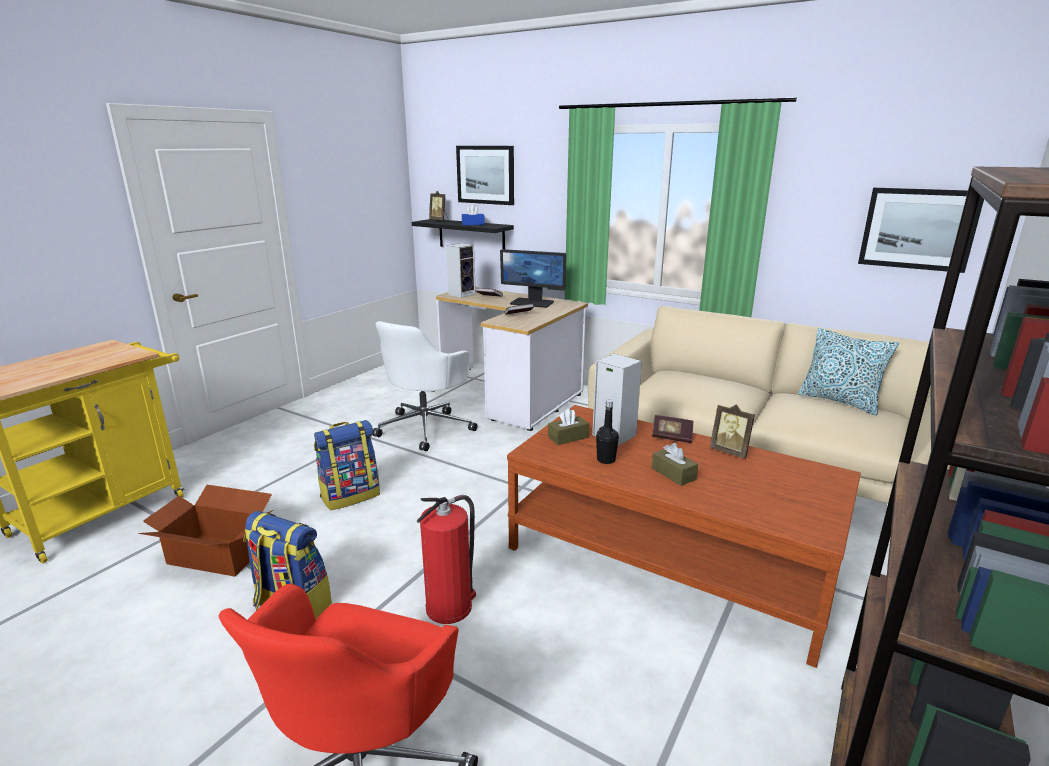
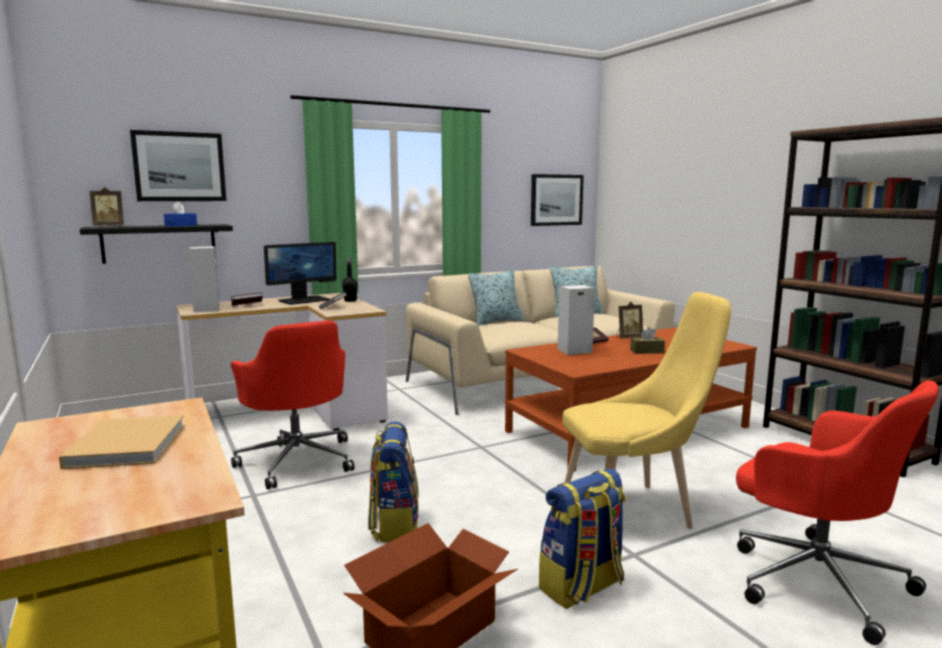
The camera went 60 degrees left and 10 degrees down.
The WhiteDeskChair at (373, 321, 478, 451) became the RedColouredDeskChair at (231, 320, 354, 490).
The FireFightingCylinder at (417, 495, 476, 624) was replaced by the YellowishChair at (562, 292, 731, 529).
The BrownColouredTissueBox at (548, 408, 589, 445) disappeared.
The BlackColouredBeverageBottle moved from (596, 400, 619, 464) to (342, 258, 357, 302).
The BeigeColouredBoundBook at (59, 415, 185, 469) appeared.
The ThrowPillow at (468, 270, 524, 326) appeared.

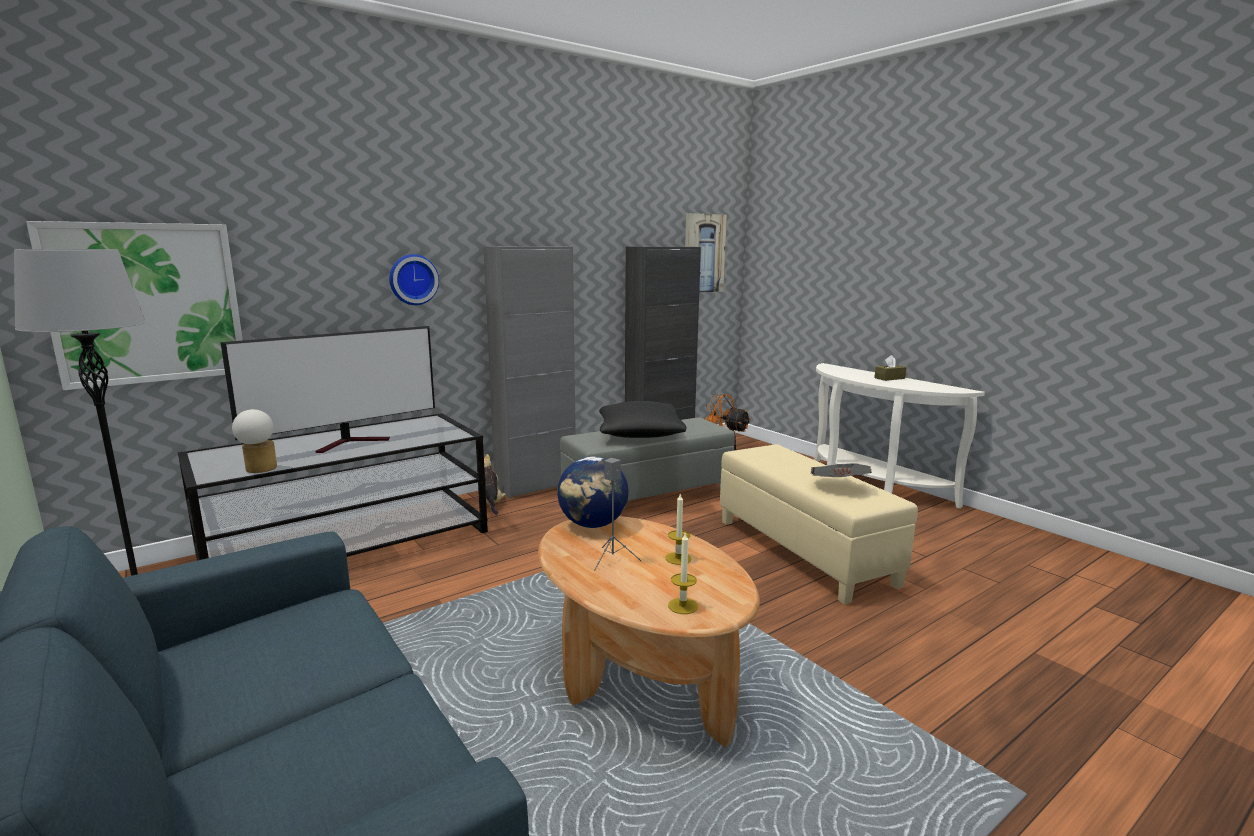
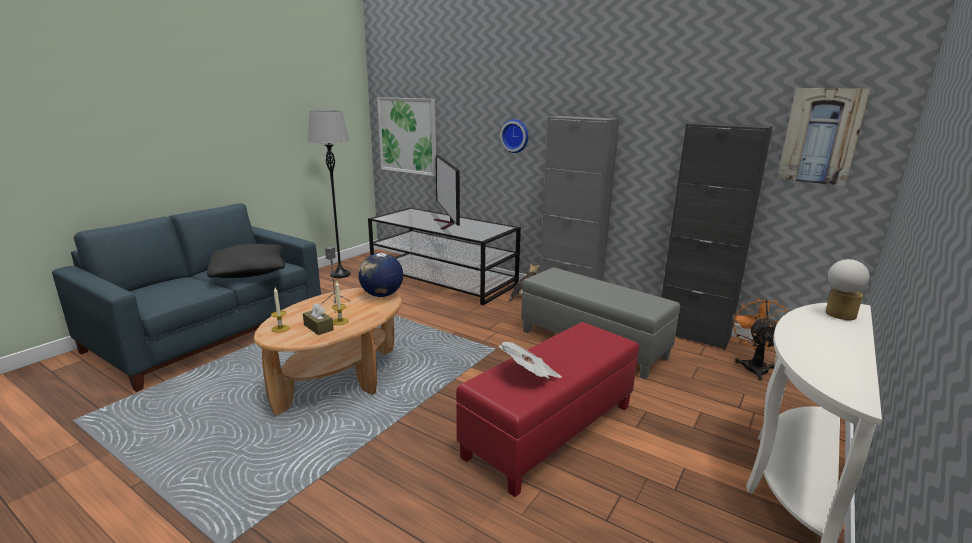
The camera went 70 degrees right and 5 degrees up.
The Television at (221, 326, 435, 453) turned 45 degrees clockwise.
The TabletopLamp moved from (232, 409, 277, 473) to (826, 259, 869, 320).
The BlackColouredThrowPillow moved from (599, 401, 686, 438) to (207, 244, 285, 278).
The BeigeColouredFootrest at (720, 444, 918, 605) became the RedColouredFootrest at (456, 322, 639, 497).
The BrownColouredTissueBox moved from (874, 355, 907, 381) to (303, 303, 334, 335).

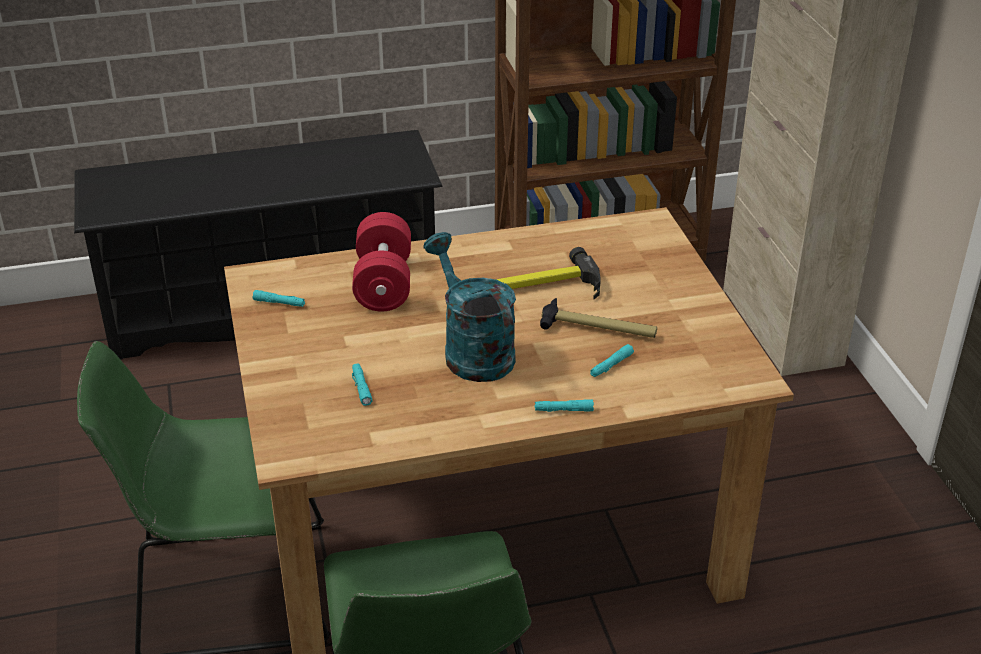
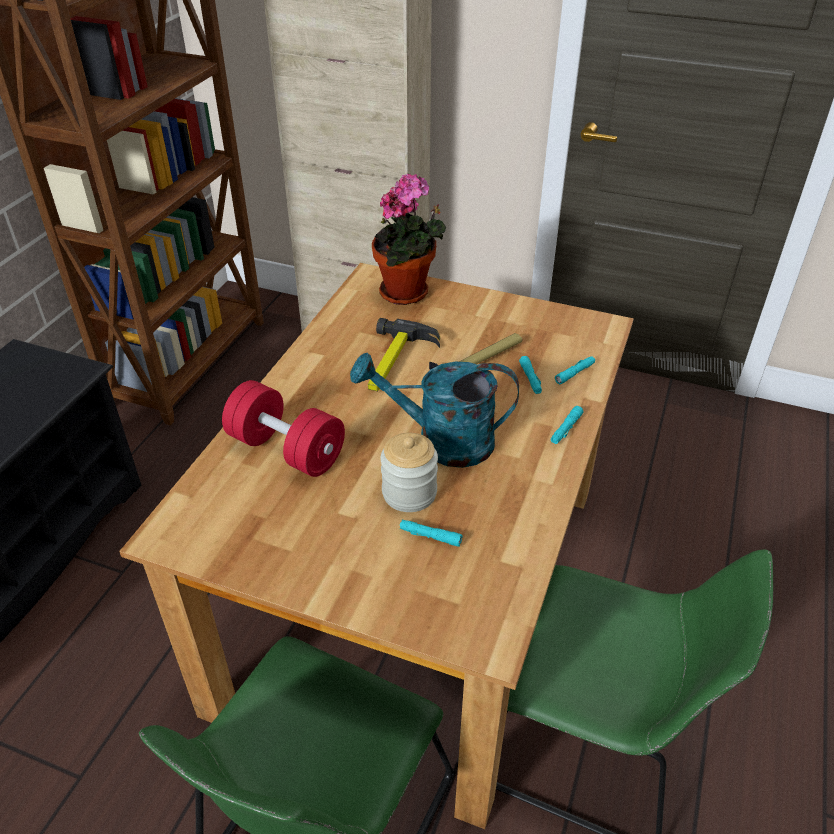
The camera went 55 degrees left and 5 degrees up.
The BlueGreenHandTorch moved from (252, 290, 305, 307) to (555, 356, 595, 384).
The PottedPlant at (372, 174, 446, 305) appeared.
The StorageJar at (380, 433, 438, 512) appeared.

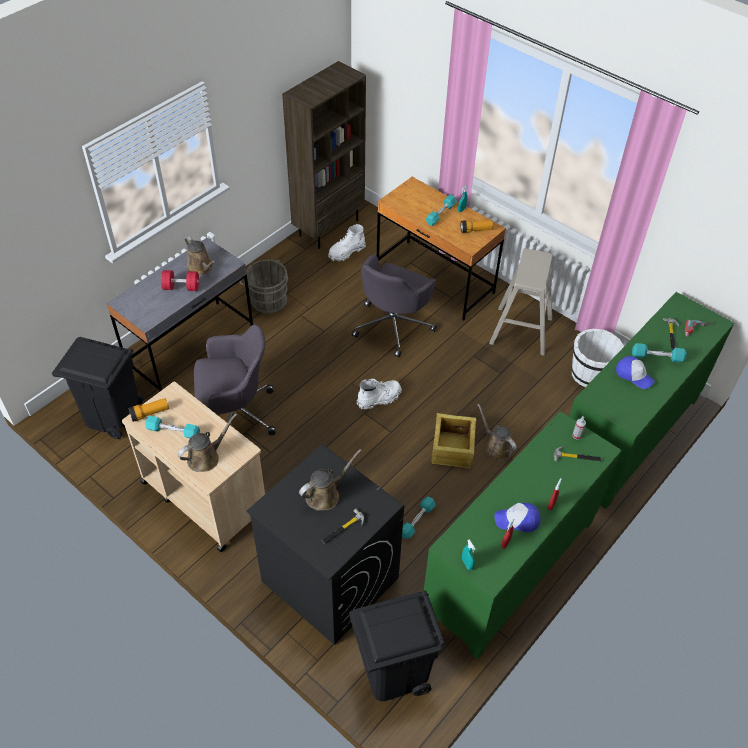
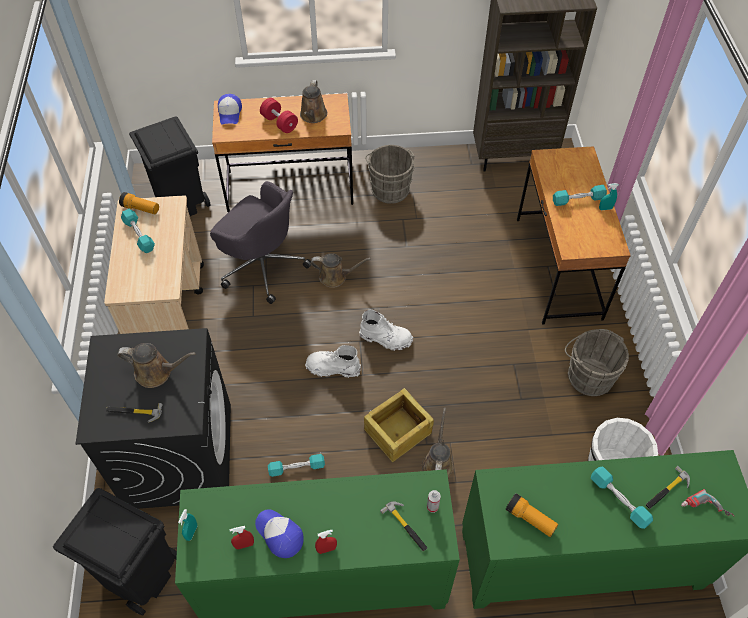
The camera went 45 degrees right and 5 degrees up.
The GrayDeskUnit at (106, 238, 253, 392) became the BrownColouredDeskUnit at (212, 93, 353, 212).
The BrownColouredSprinklingCan moved from (178, 414, 237, 472) to (310, 253, 371, 288).
The WhiteHighTopBoot moved from (328, 224, 366, 262) to (305, 345, 361, 378).
The GrayDeskChair at (352, 254, 437, 358) disappeared.
The HandTorch moved from (460, 220, 493, 233) to (506, 493, 558, 537).
The BeigeColouredSittingStool at (489, 248, 553, 356) was replaced by the GrayBucket at (565, 329, 629, 396).
The PeakedCap moved from (616, 356, 655, 389) to (218, 94, 242, 125).

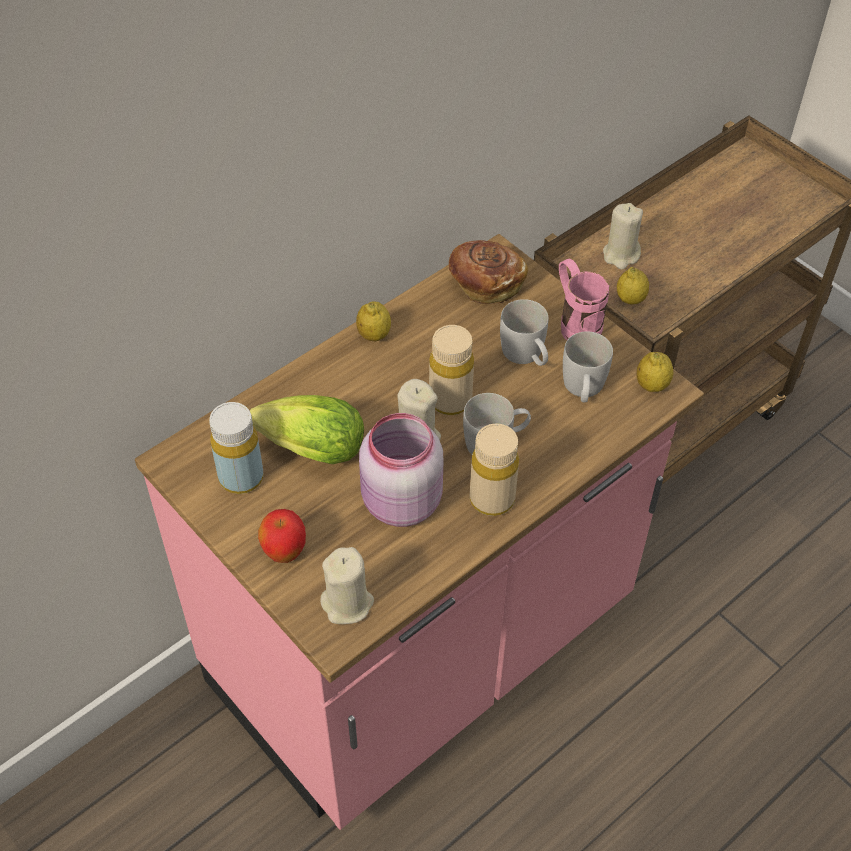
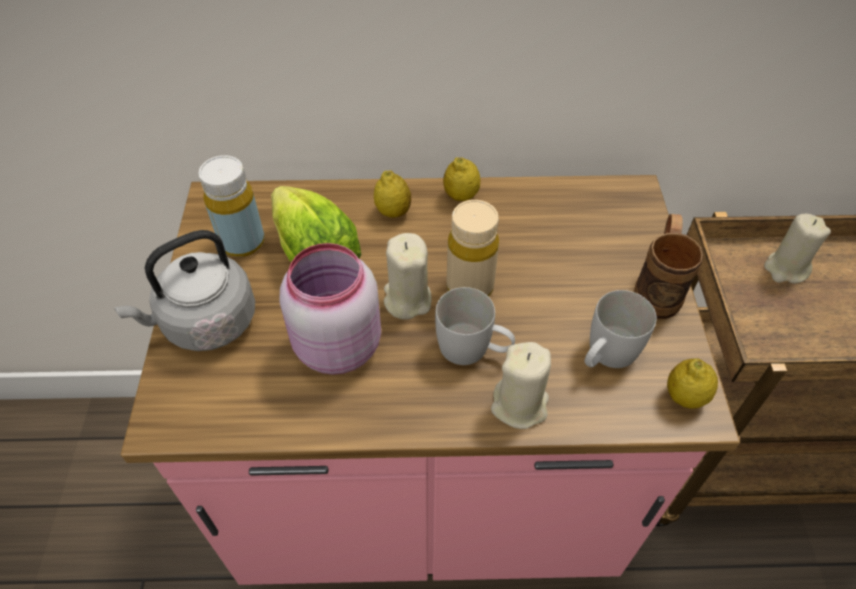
The camera went 40 degrees right and 0 degrees up.
The AppleFruit at (258, 509, 306, 563) was replaced by the GrayTeaKettle at (114, 230, 255, 351).
The BeigeColouredCandle moved from (320, 547, 374, 624) to (491, 342, 551, 429).
The BakedBread at (449, 240, 528, 304) disappeared.
The BeigeColouredBeverageBottle at (470, 424, 519, 516) disappeared.
The WhiteCoffeeMug at (500, 299, 549, 366) disappeared.
The PinkishCoffeeMug at (559, 258, 609, 340) became the BrownColouredCoffeeMug at (634, 214, 703, 319).
The CitrusFruit moved from (617, 267, 649, 304) to (374, 170, 411, 218).

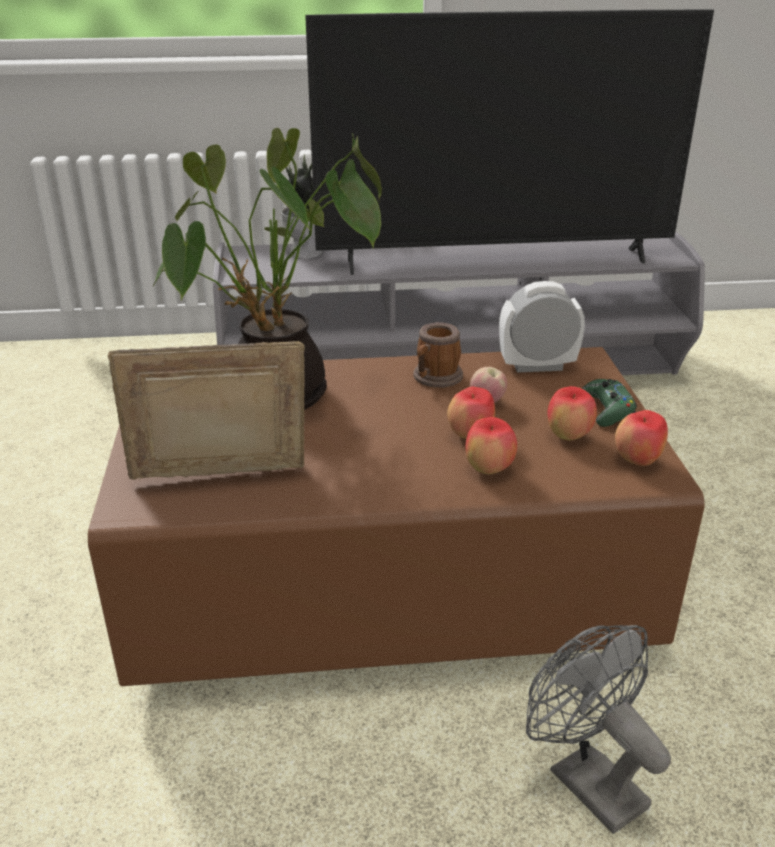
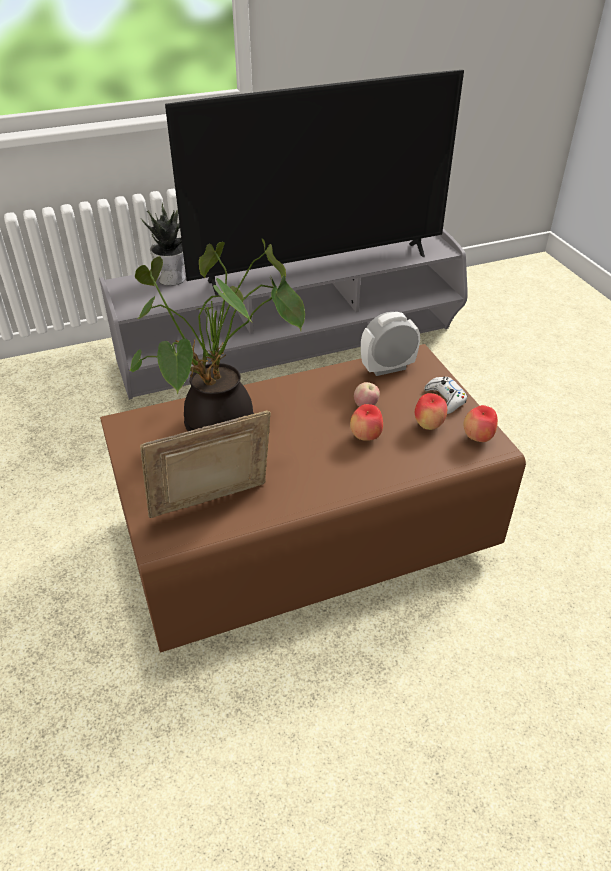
The camera went 15 degrees left and 10 degrees up.
The CoffeeMug at (413, 322, 463, 388) disappeared.
The AppleFruit at (466, 417, 517, 474) disappeared.
The GrayFan at (526, 625, 671, 834) disappeared.
The GreenishGameController at (582, 379, 637, 427) became the WhiteGameController at (424, 377, 467, 414).

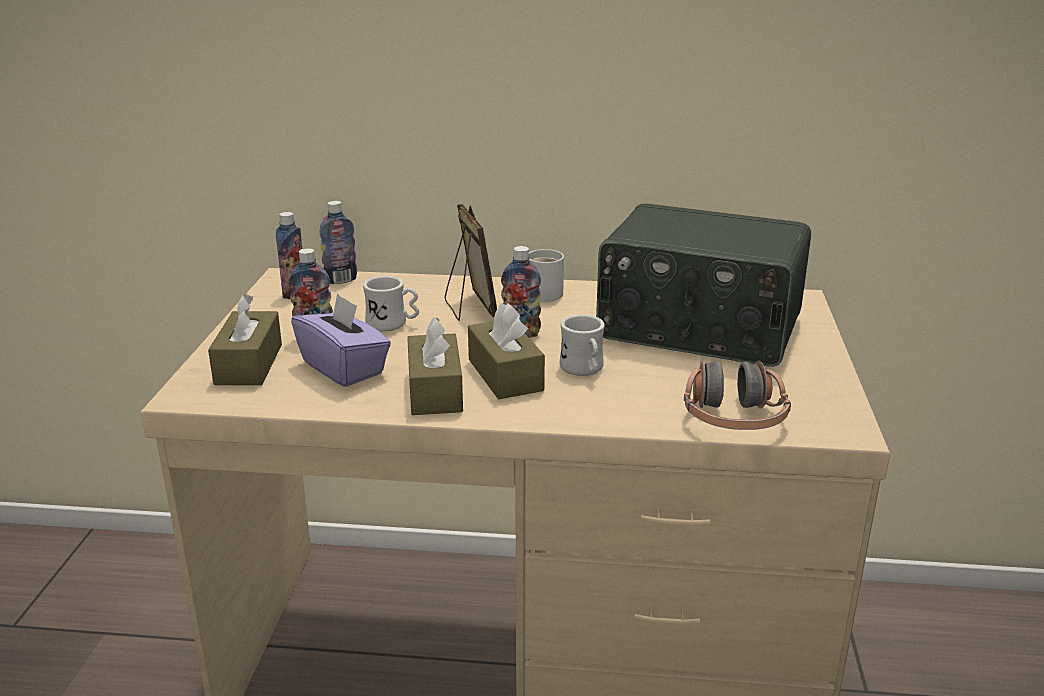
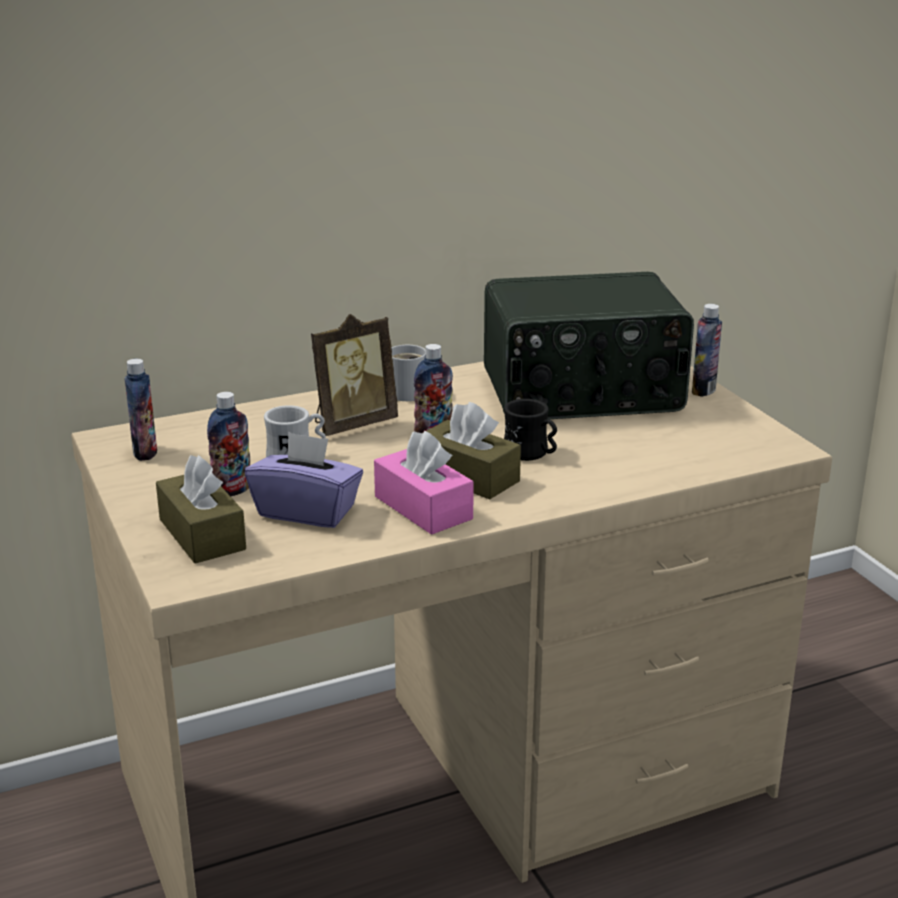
The camera went 30 degrees left and 0 degrees up.
The BeverageBottle moved from (319, 201, 357, 284) to (692, 304, 722, 397).
The BrownColouredTissueBox at (407, 317, 463, 415) became the PinkishTissueBox at (374, 431, 474, 535).
The PictureFrame at (445, 204, 497, 321) turned 105 degrees clockwise.
The WhiteCoffeeMug at (559, 314, 605, 376) became the BlackColouredCoffeeMug at (504, 399, 557, 461).
The Headset at (684, 360, 791, 430) disappeared.

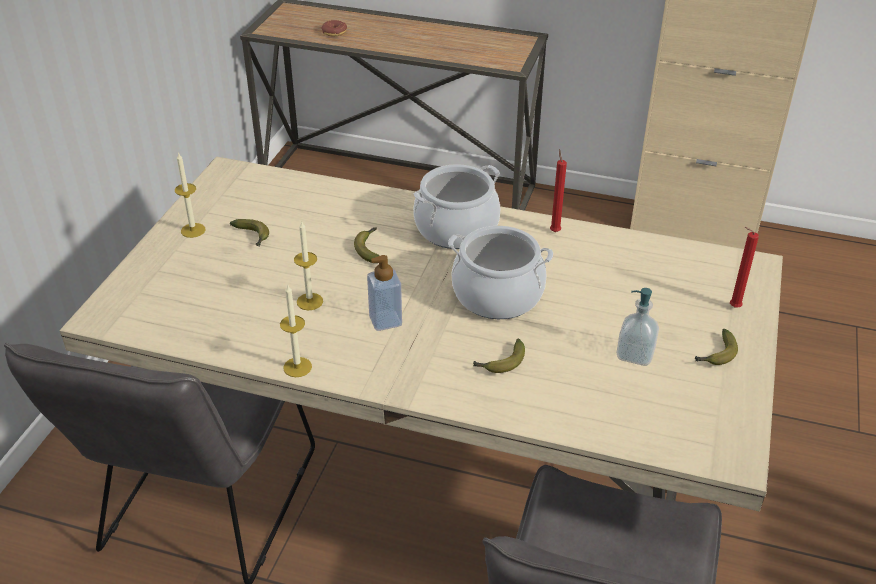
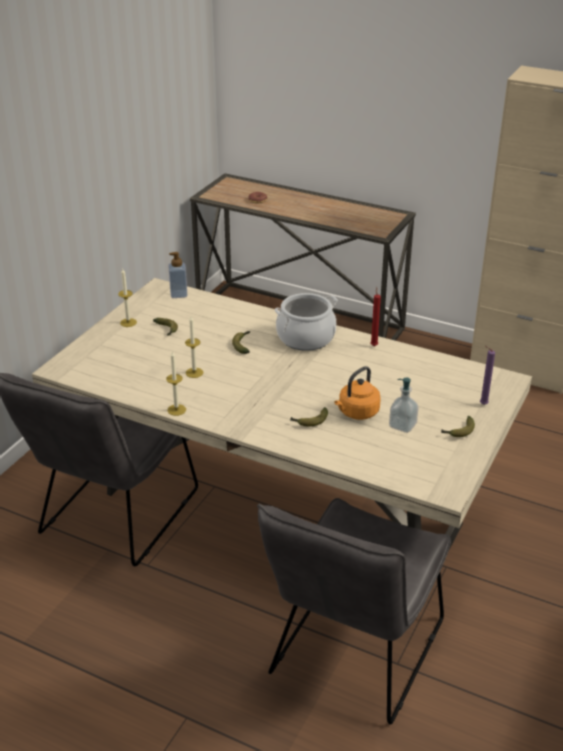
The camera went 10 degrees right and 5 degrees down.
The LiquidSoapBottle moved from (367, 255, 402, 331) to (168, 252, 188, 298).
The Stockpot at (448, 226, 553, 319) disappeared.
The RedColouredCandle at (730, 227, 759, 308) became the PurpleColouredCandle at (480, 346, 495, 405).
The OrangeTeaKettle at (335, 366, 381, 420) appeared.

